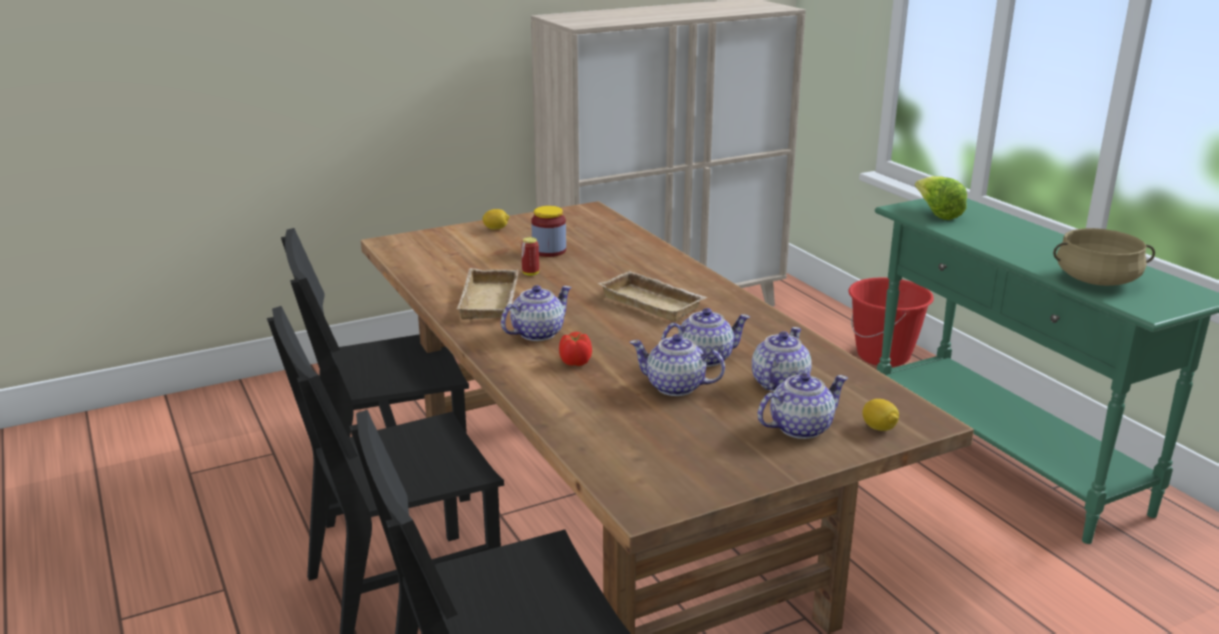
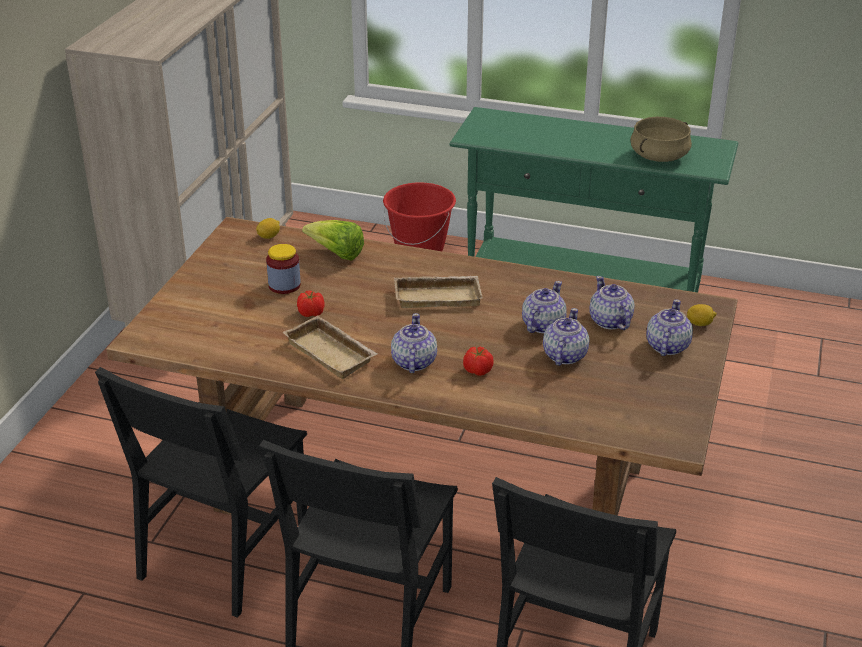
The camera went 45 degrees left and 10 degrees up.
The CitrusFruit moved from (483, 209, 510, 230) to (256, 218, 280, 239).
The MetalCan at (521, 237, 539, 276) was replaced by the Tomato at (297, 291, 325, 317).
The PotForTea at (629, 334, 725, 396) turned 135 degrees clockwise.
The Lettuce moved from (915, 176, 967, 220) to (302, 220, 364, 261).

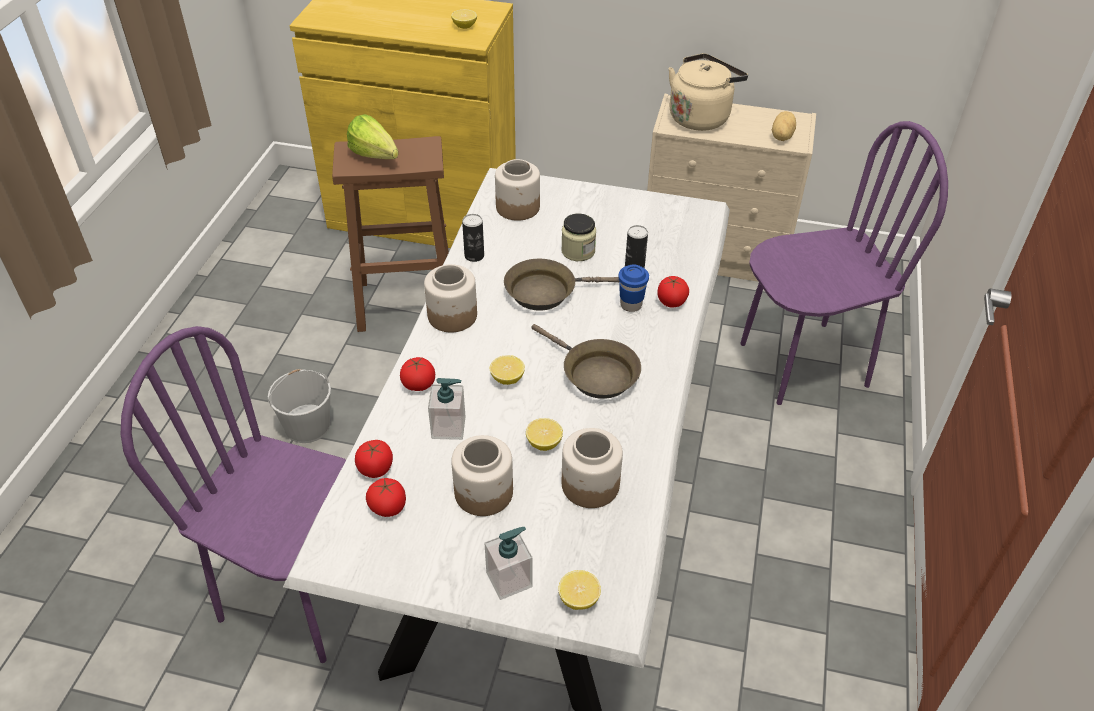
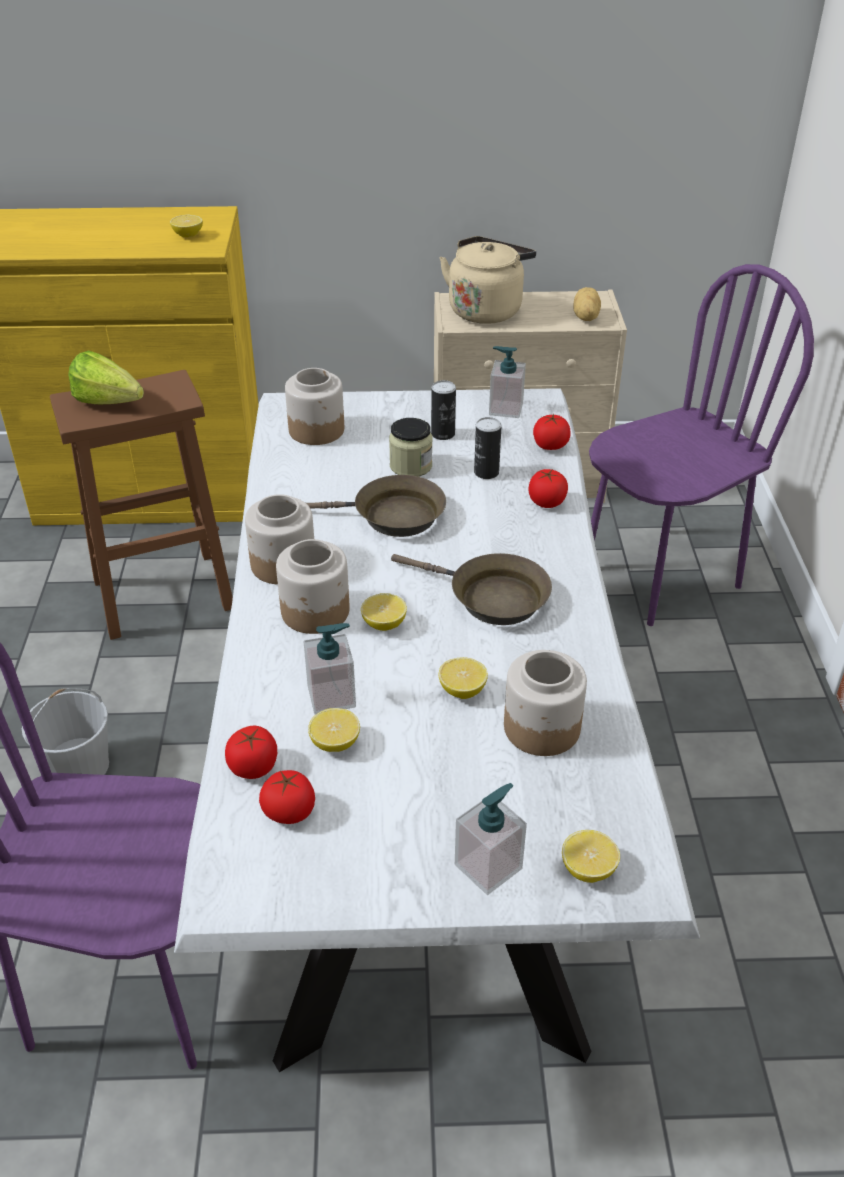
The camera went 15 degrees left and 5 degrees down.
The Tomato moved from (400, 357, 435, 391) to (533, 414, 570, 450).
The StorageJar moved from (451, 435, 513, 516) to (276, 539, 350, 634).
The MetalCan moved from (462, 214, 484, 262) to (431, 380, 456, 440).
The BrownColouredPan at (504, 258, 620, 311) turned 150 degrees counterclockwise.
The BlueSmallCup at (618, 265, 649, 312) disappeared.
The CitrusFruit at (308, 708, 360, 752) appeared.
The LiquidSoapBottle at (489, 346, 526, 418) appeared.

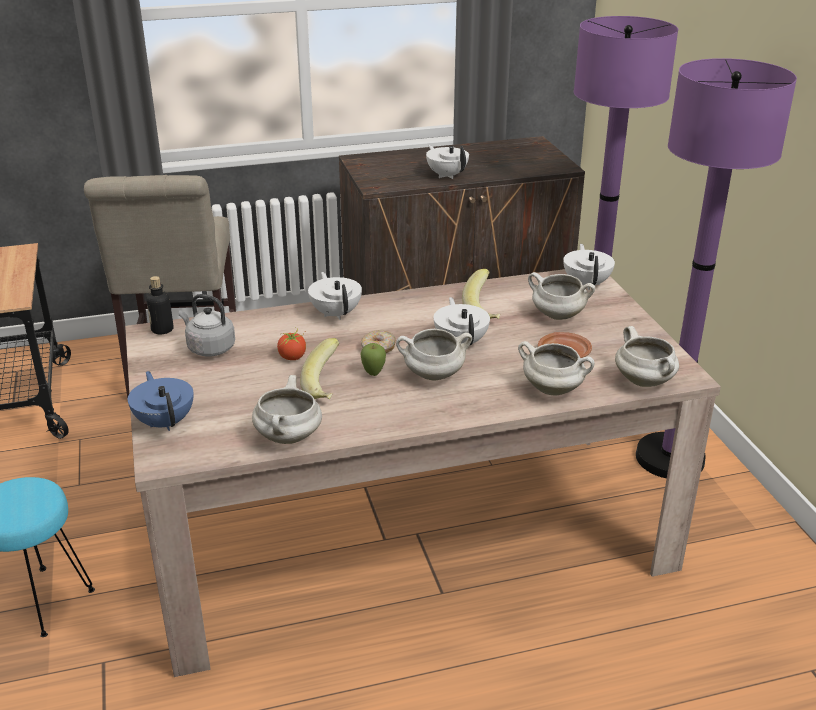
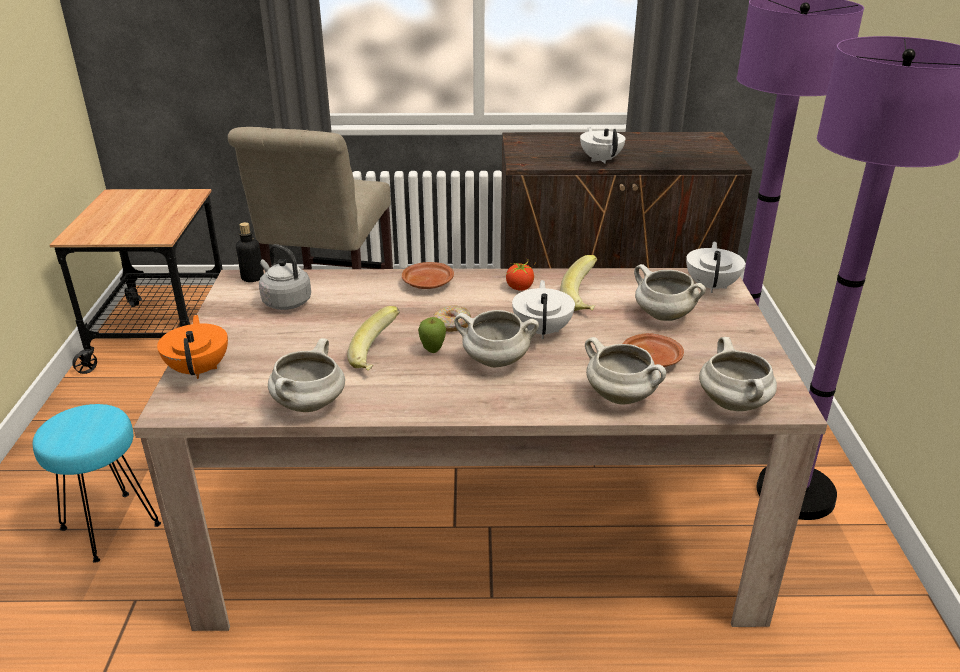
The camera went 15 degrees right and 0 degrees up.
The BluePotForTea at (128, 371, 194, 431) became the OrangePotForTea at (157, 315, 228, 379).
The Tomato moved from (277, 327, 306, 360) to (506, 261, 536, 291).
The WhitePotForTea at (308, 272, 362, 320) was replaced by the BrownColouredPlate at (402, 262, 454, 289).

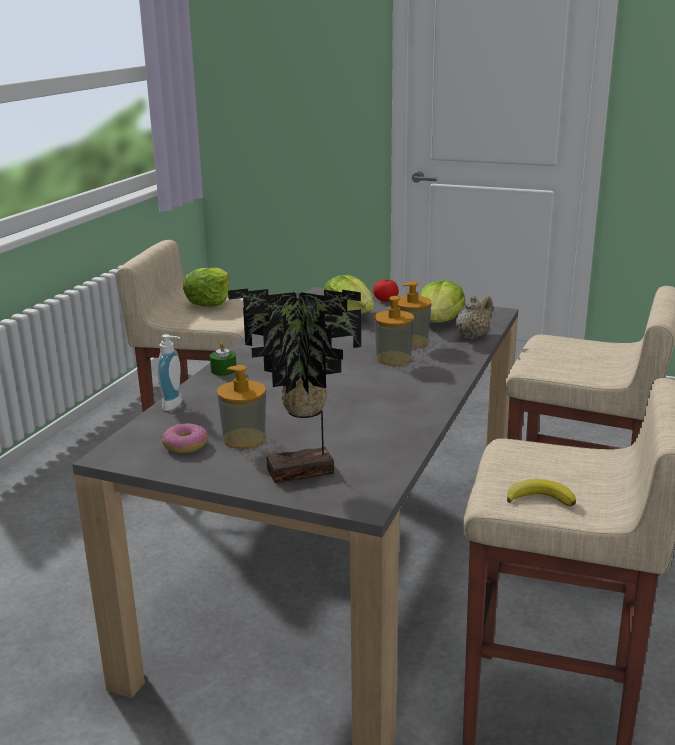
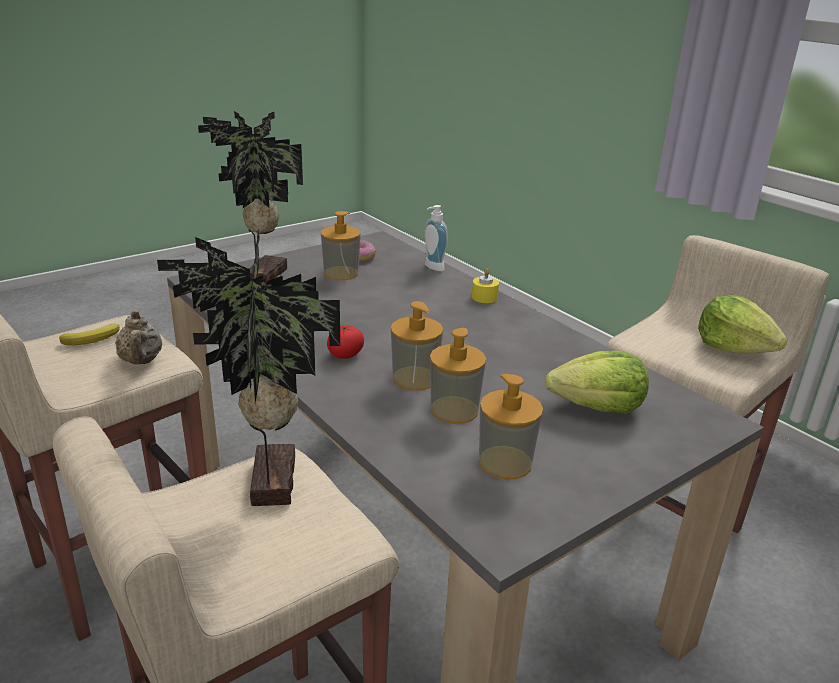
The camera went 120 degrees right and 5 degrees up.
The GreenishCandle at (210, 342, 237, 376) became the YellowishCandle at (472, 268, 499, 303).
The Tomato moved from (373, 280, 399, 301) to (327, 325, 364, 359).
The Lettuce at (420, 280, 465, 323) was replaced by the LiquidSoapBottle at (479, 374, 543, 480).
The BeigeColouredPotForTea moved from (456, 295, 493, 340) to (115, 310, 162, 364).
The PottedPlant at (157, 230, 340, 506) appeared.

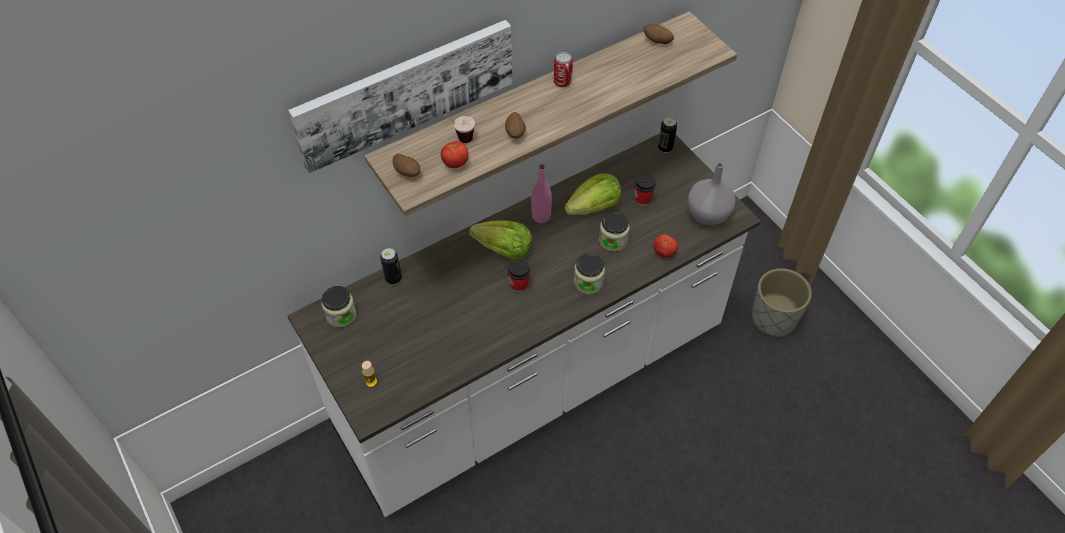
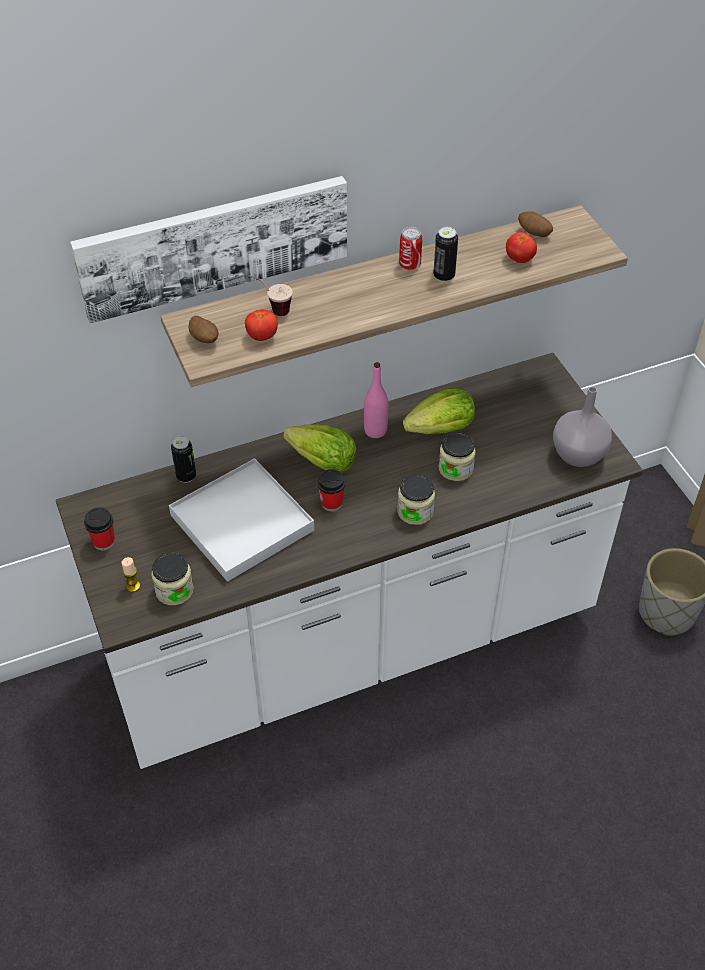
The camera went 10 degrees right and 5 degrees down.
The StorageJar moved from (322, 286, 356, 327) to (151, 553, 194, 605).
The Potato at (505, 112, 526, 139) disappeared.
The SmallCup moved from (634, 173, 656, 206) to (84, 507, 115, 551).
The Tomato moved from (654, 234, 678, 258) to (506, 232, 537, 263).
The MetalCan moved from (658, 117, 677, 153) to (433, 227, 458, 282).
The WhiteServingTray at (169, 458, 314, 582) appeared.

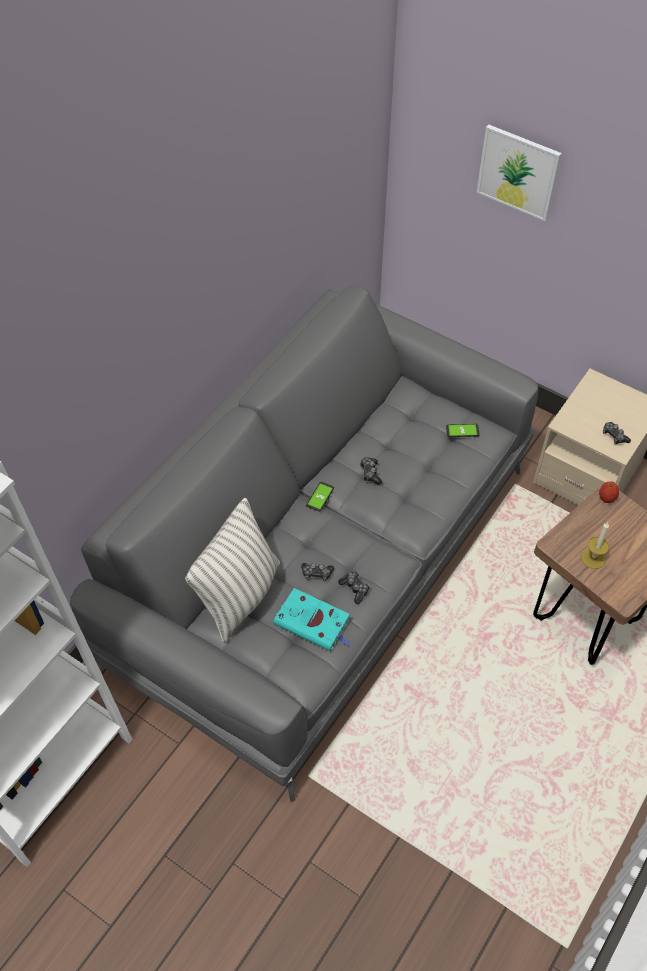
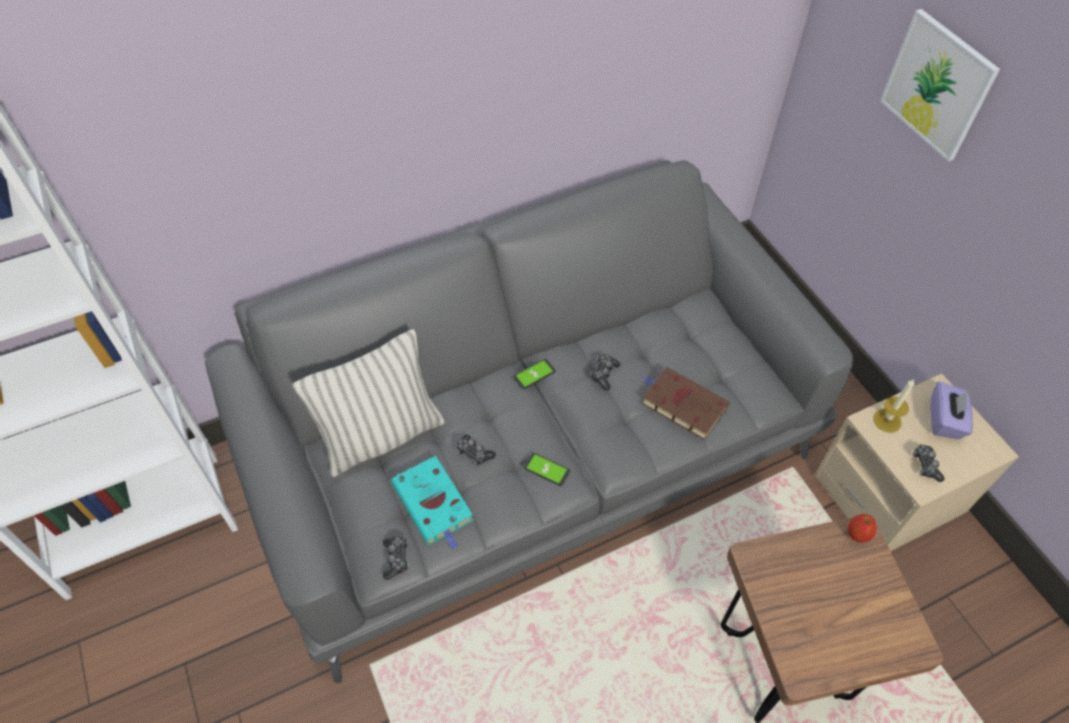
The camera went 30 degrees right and 0 degrees up.
The GameController moved from (338, 571, 370, 604) to (383, 536, 409, 580).
The Telephone moved from (446, 424, 480, 437) to (524, 453, 570, 486).
The Candle moved from (581, 522, 609, 569) to (873, 379, 914, 433).
The BrownColouredBoundBook at (642, 367, 730, 440) appeared.
The PurpleColouredTissueBox at (930, 381, 973, 439) appeared.

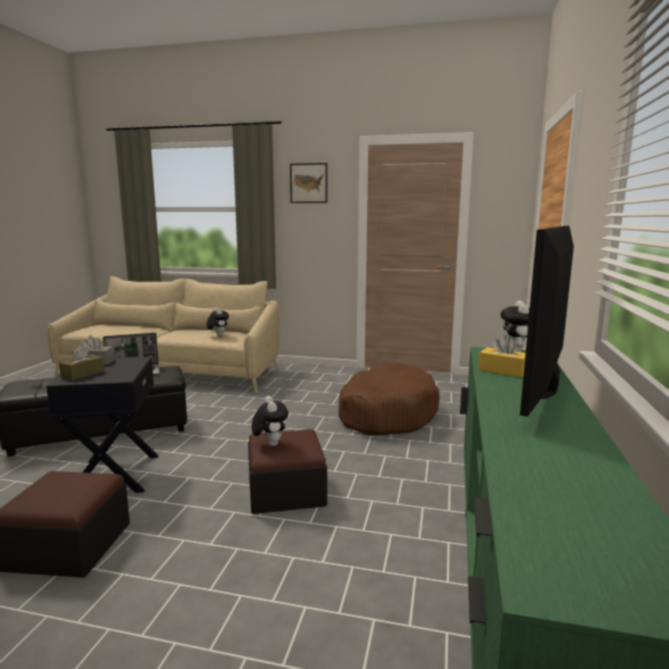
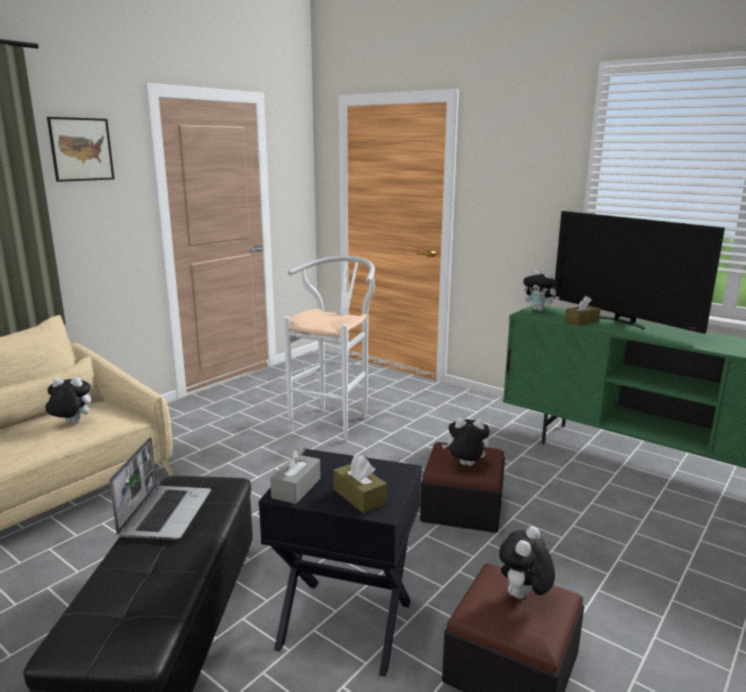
The camera went 65 degrees left and 5 degrees up.
The BrownColouredDogCushion at (338, 363, 440, 435) was replaced by the WhiteSittingStool at (284, 256, 375, 441).
The YellowishTissueBox at (478, 335, 526, 377) became the BrownColouredTissueBox at (565, 296, 600, 326).
The CuddlyToy at (499, 526, 555, 599) appeared.

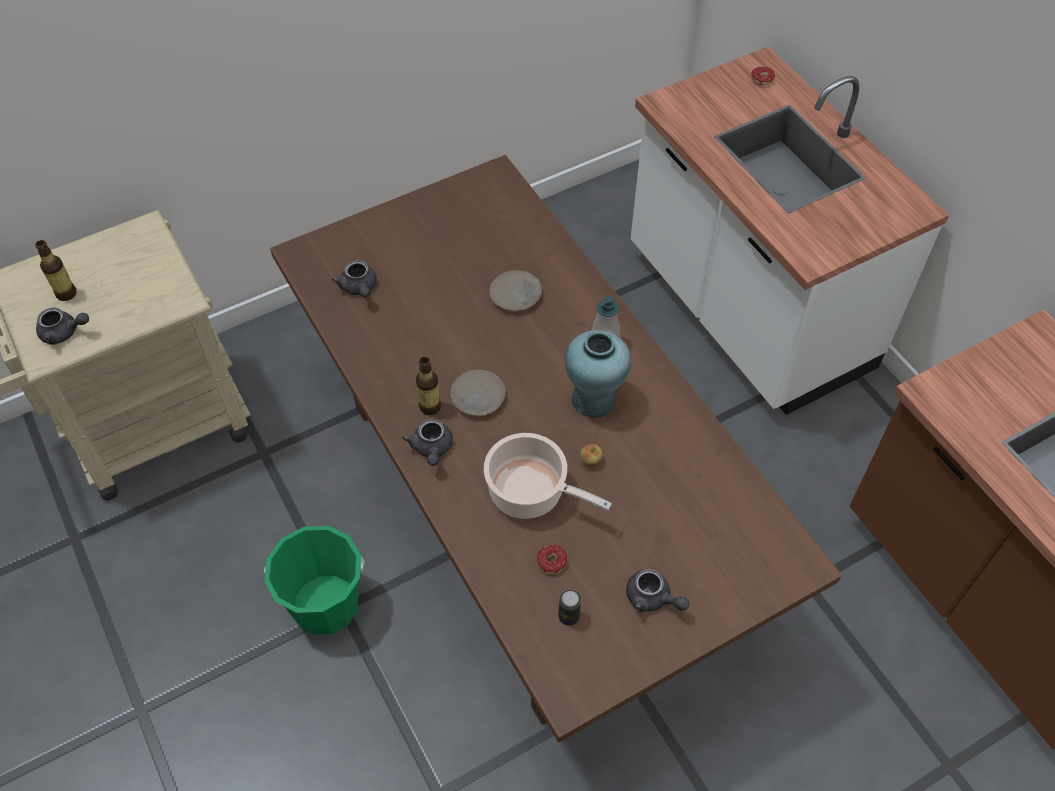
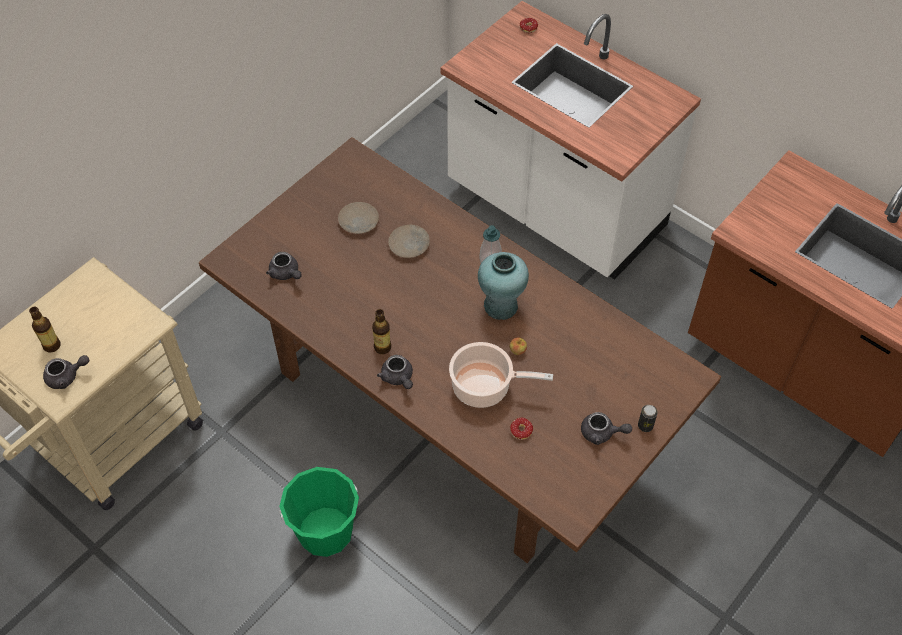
The camera went 20 degrees left and 0 degrees up.
The BeigeColouredPlate moved from (451, 370, 506, 416) to (338, 202, 379, 234).
The MetalCan moved from (558, 590, 581, 626) to (638, 405, 658, 432).

